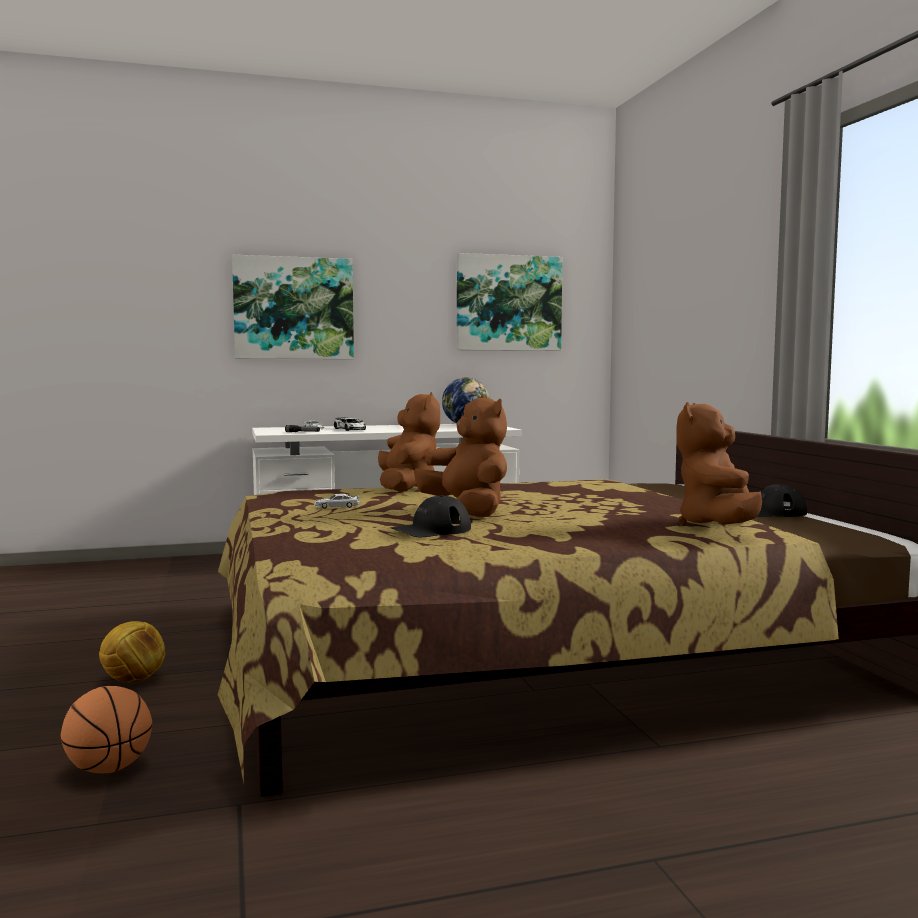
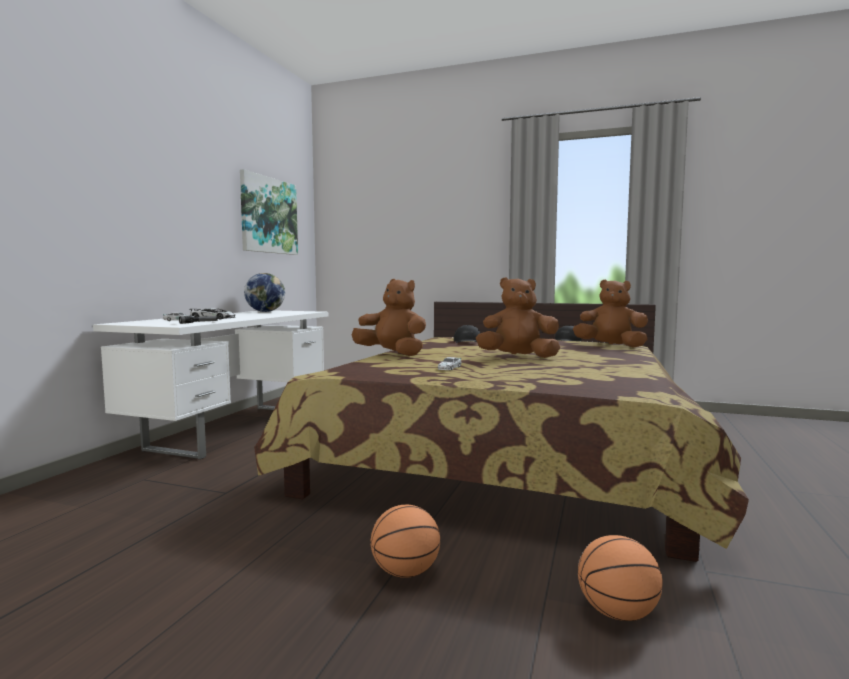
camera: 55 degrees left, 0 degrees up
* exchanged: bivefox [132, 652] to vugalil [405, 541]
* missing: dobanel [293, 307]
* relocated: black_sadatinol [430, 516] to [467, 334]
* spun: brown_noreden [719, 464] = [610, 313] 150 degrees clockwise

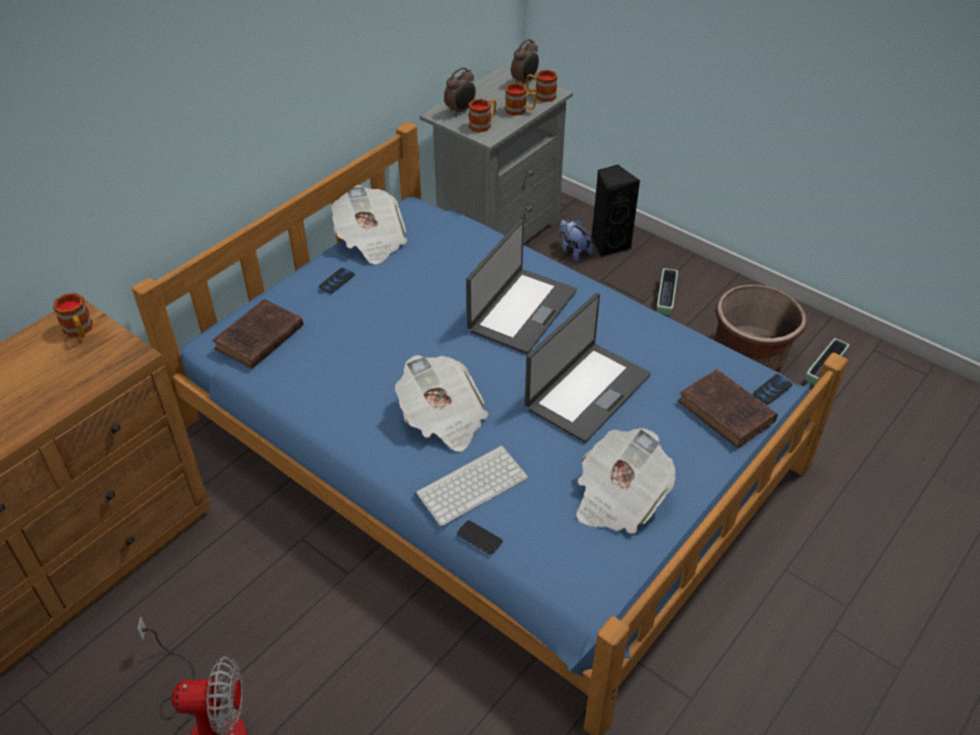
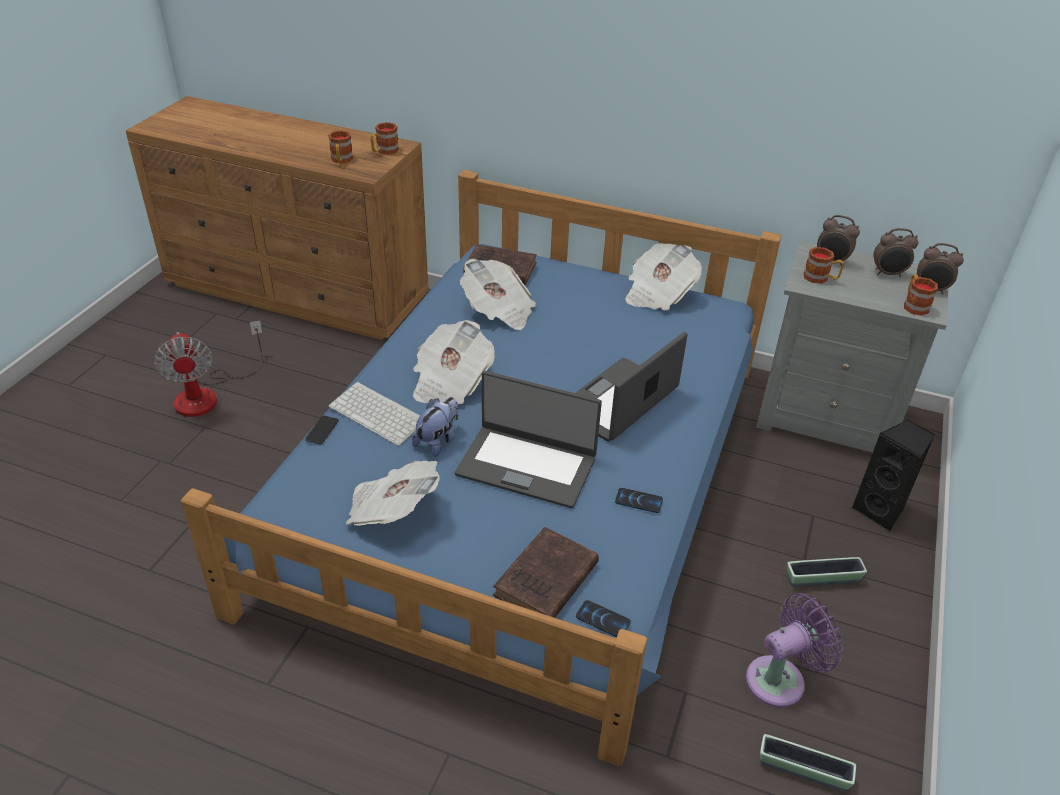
camera: 70 degrees right, 5 degrees down
* relocated: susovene [337, 281] to [639, 500]
* spun: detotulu [521, 286] = [632, 387] 120 degrees clockwise
* relocated: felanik [520, 99] to [340, 146]
* relocated: noreden [576, 240] to [435, 427]
* exchanged: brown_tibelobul [760, 327] to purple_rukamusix [794, 650]
* appeared: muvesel [498, 294]
* appeared: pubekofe [895, 252]

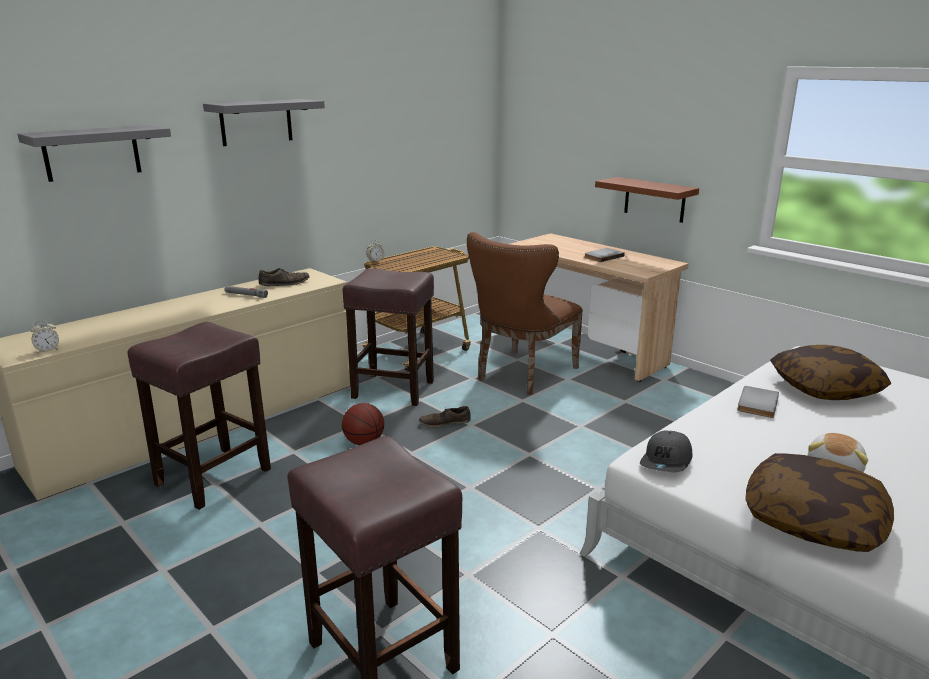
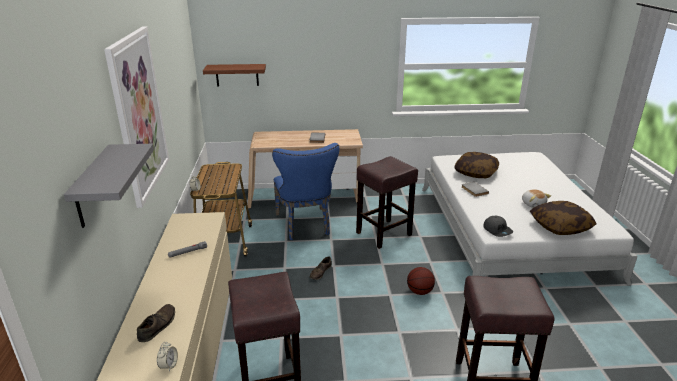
camera: 50 degrees left, 5 degrees up
* exchanged: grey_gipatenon [264, 122] to dobanel [136, 117]
* relocated: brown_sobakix [284, 277] to [156, 323]
* relocated: vugalil [363, 424] to [421, 281]
* relocated: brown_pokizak [388, 337] to [387, 202]
* colour: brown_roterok [525, 313] to blue_roterok [305, 191]
* relocated: brown_gipatenon [647, 200] to [234, 75]

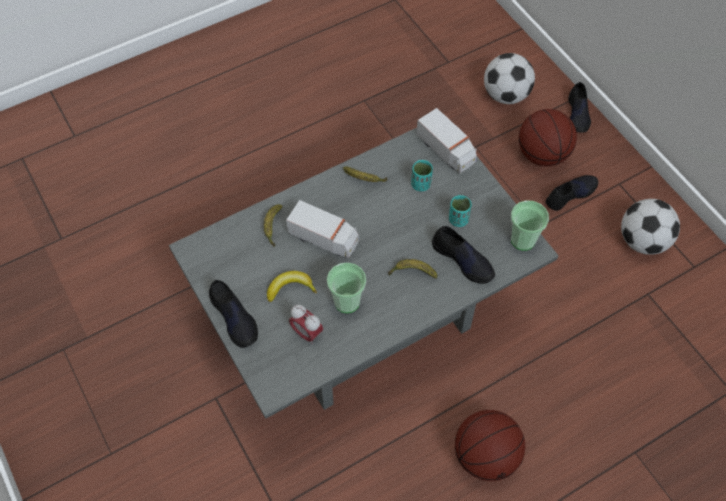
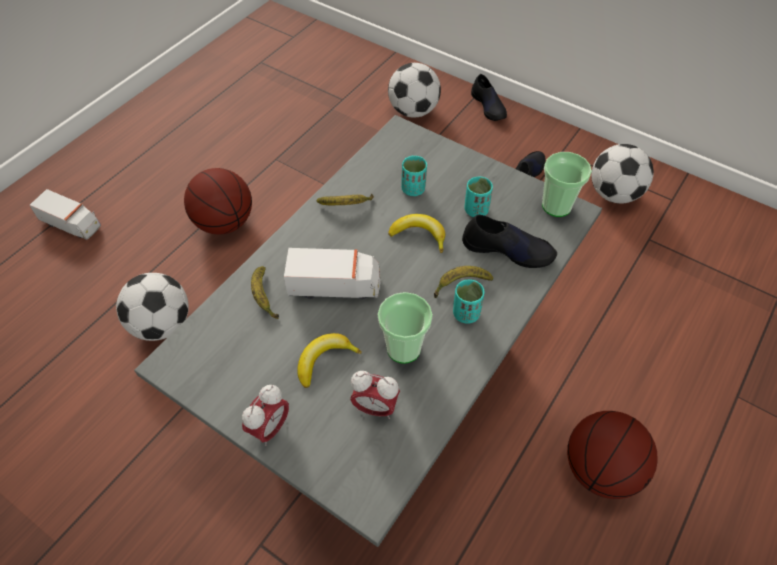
camera: 25 degrees left, 5 degrees down
* exchanged: black_sobakix [233, 314] to pubekofe [265, 415]
* relocated: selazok [446, 141] to [65, 214]
* relocated: vugalil [548, 137] to [218, 201]
* appeared: bivefox [152, 307]
* appeared: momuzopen [416, 233]
* appeared: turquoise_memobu [468, 301]

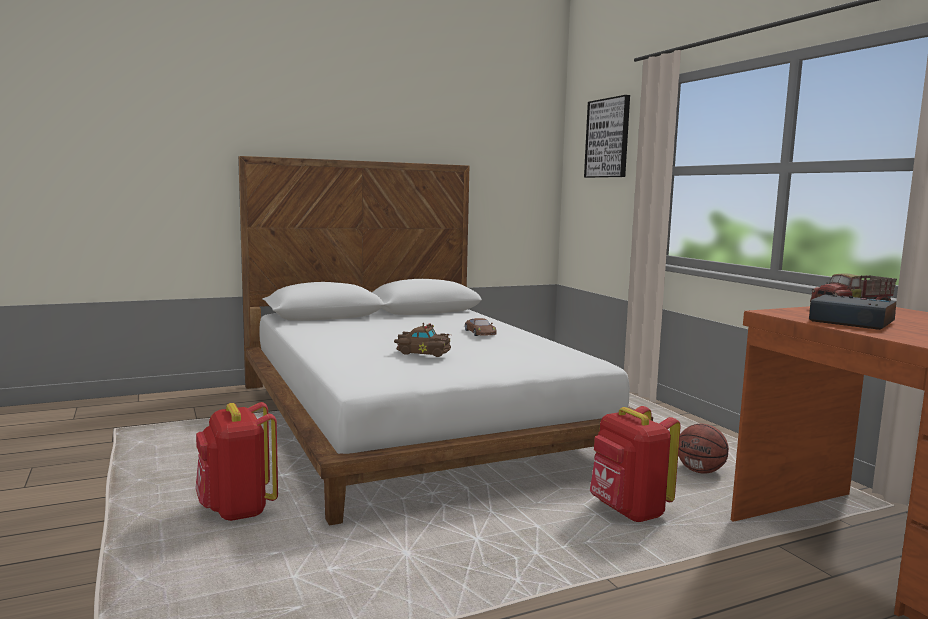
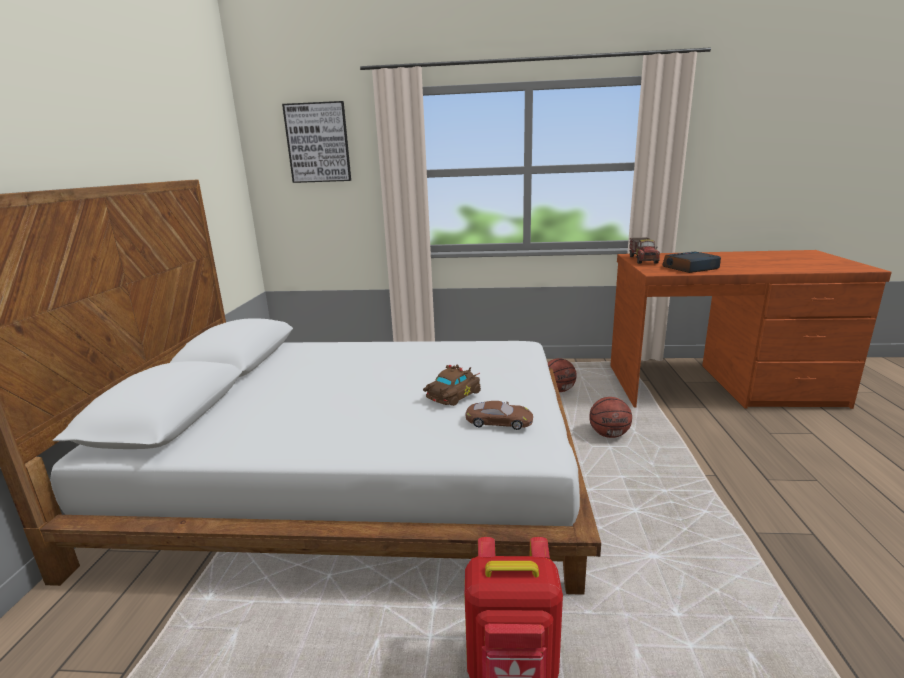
camera: 60 degrees left, 10 degrees up
* relocated: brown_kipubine [481, 327] to [499, 415]
* exchanged: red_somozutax [635, 464] to vugalil [610, 417]

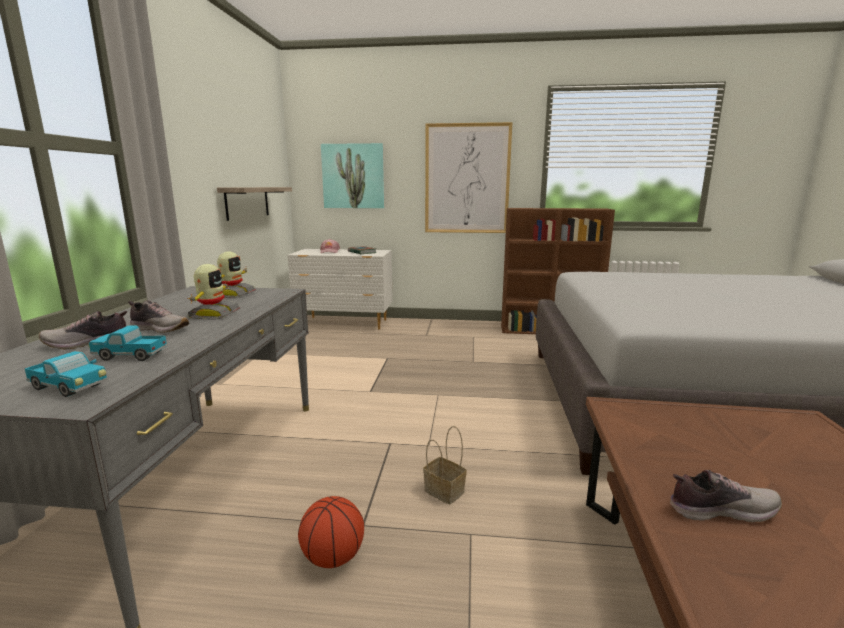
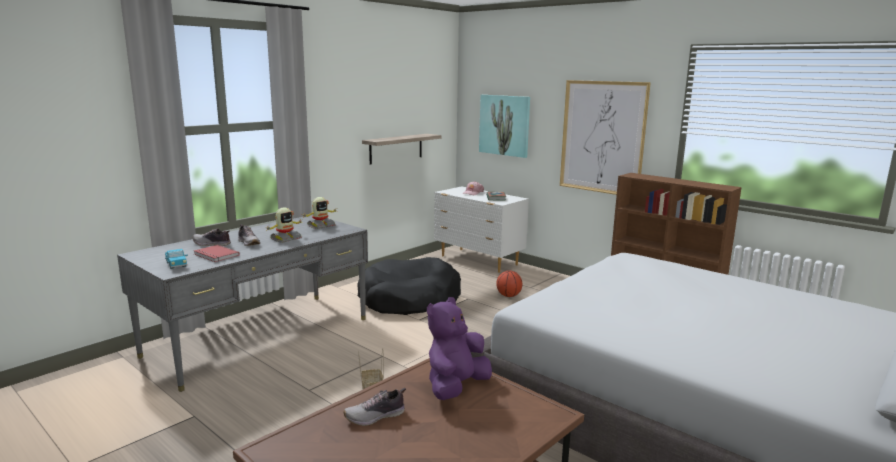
camera: 35 degrees right, 0 degrees up
* exchanged: selazok [128, 343] to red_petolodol [217, 253]
* relocated: vugalil [331, 532] to [509, 284]
* spun: sobakix [726, 496] = [374, 407] 120 degrees clockwise
* appeared: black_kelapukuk [409, 286]
* appeared: purple_noreden [459, 348]

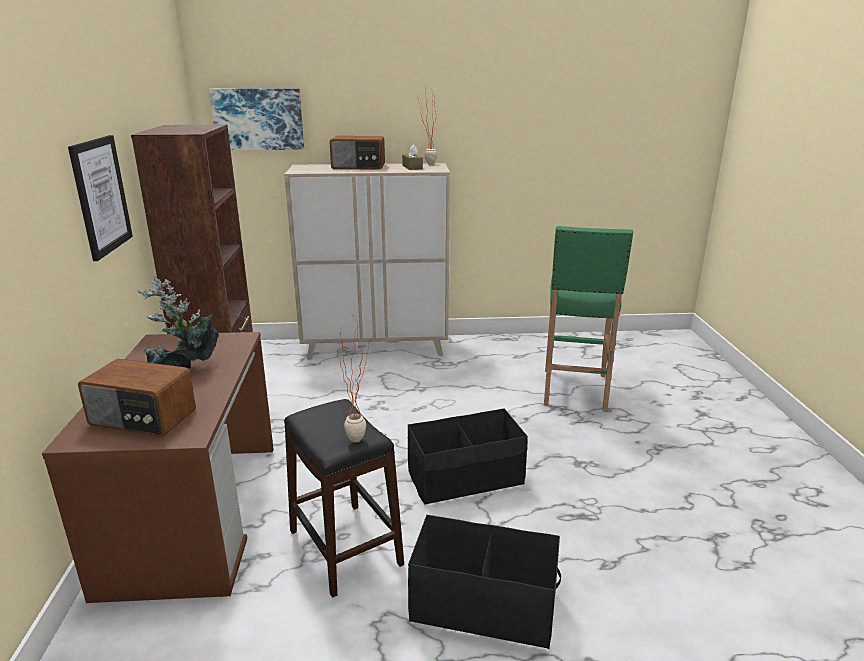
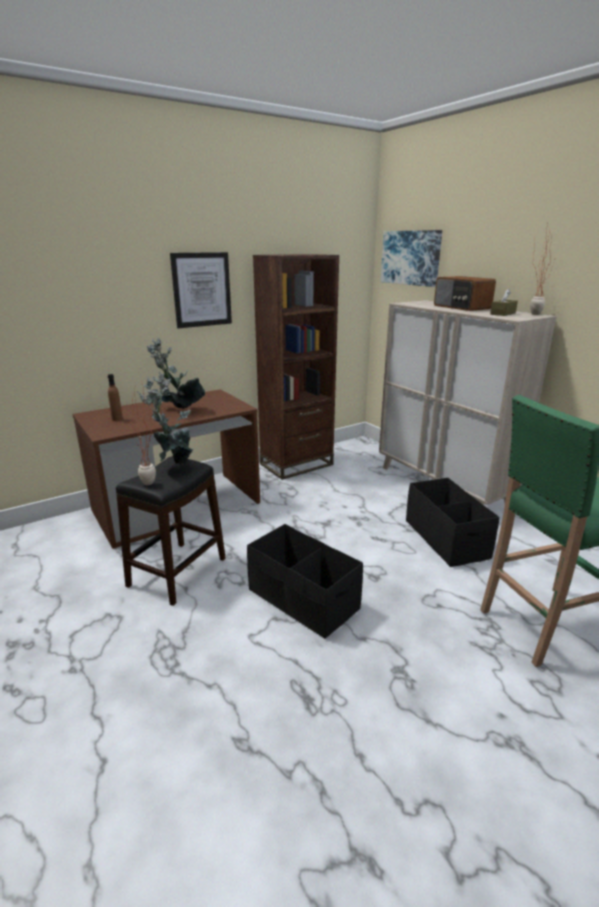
camera: 60 degrees right, 0 degrees up
* exchanged: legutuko [137, 398] to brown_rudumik [115, 397]
* relocated: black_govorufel [484, 582] to [453, 522]
* appeared: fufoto [165, 418]

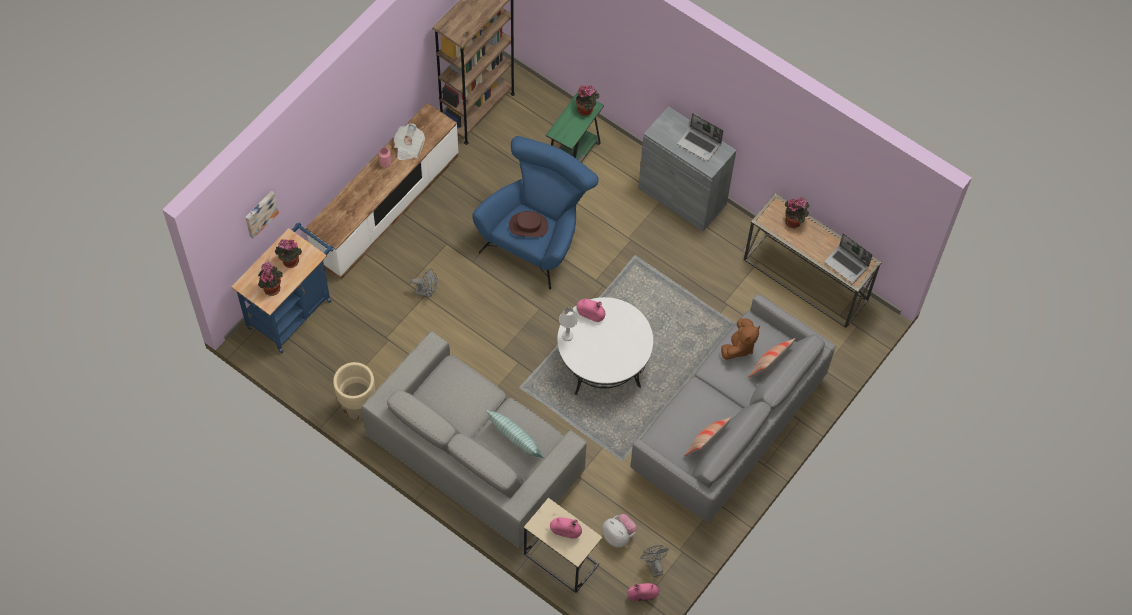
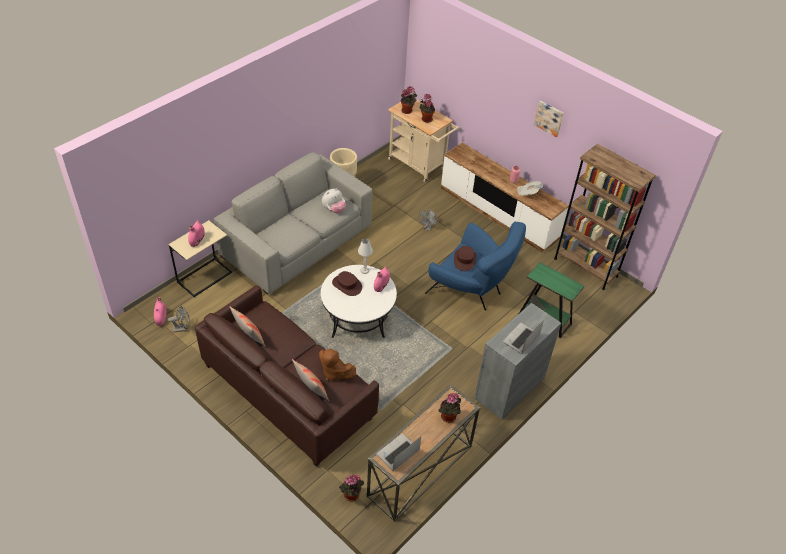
camera: 95 degrees right, 15 degrees down
* colour: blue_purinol [282, 288] to beige_purinol [423, 140]
* relocated: dobanel [262, 215] to [549, 119]
* missing: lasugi [515, 434]
* relocated: fufoto [588, 100] to [351, 488]
* relocated: noreden [619, 530] to [334, 201]
* colour: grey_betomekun [733, 408] to brown_betomekun [287, 376]
* appeared: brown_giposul [347, 283]

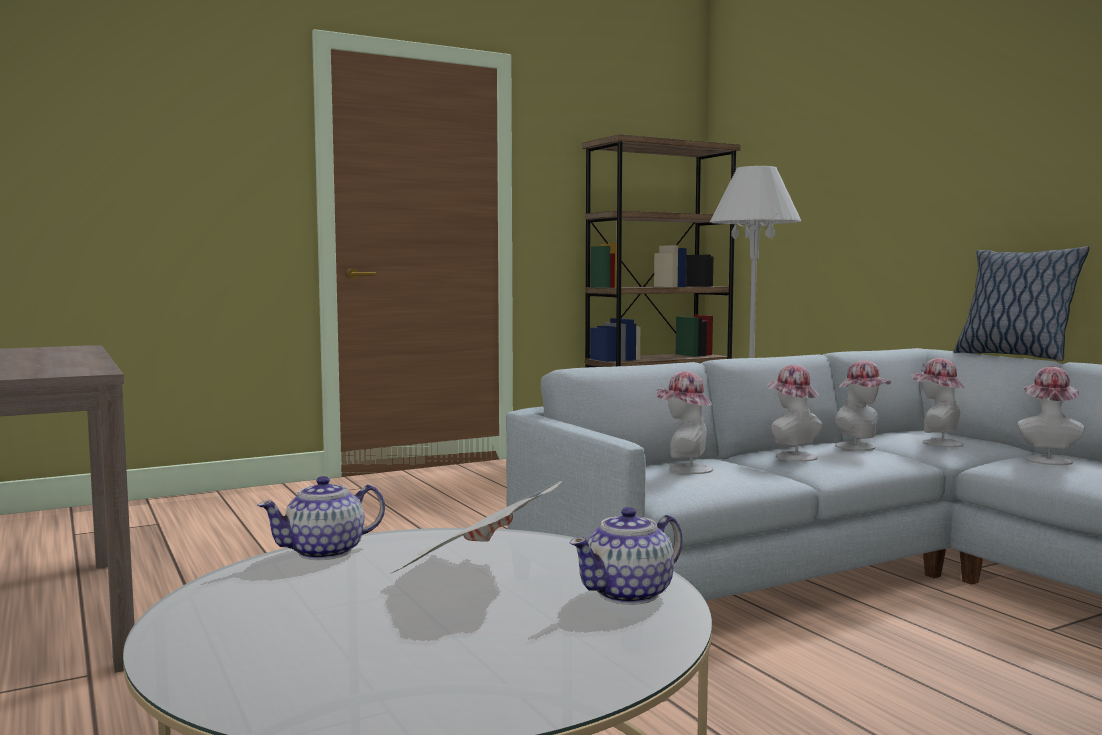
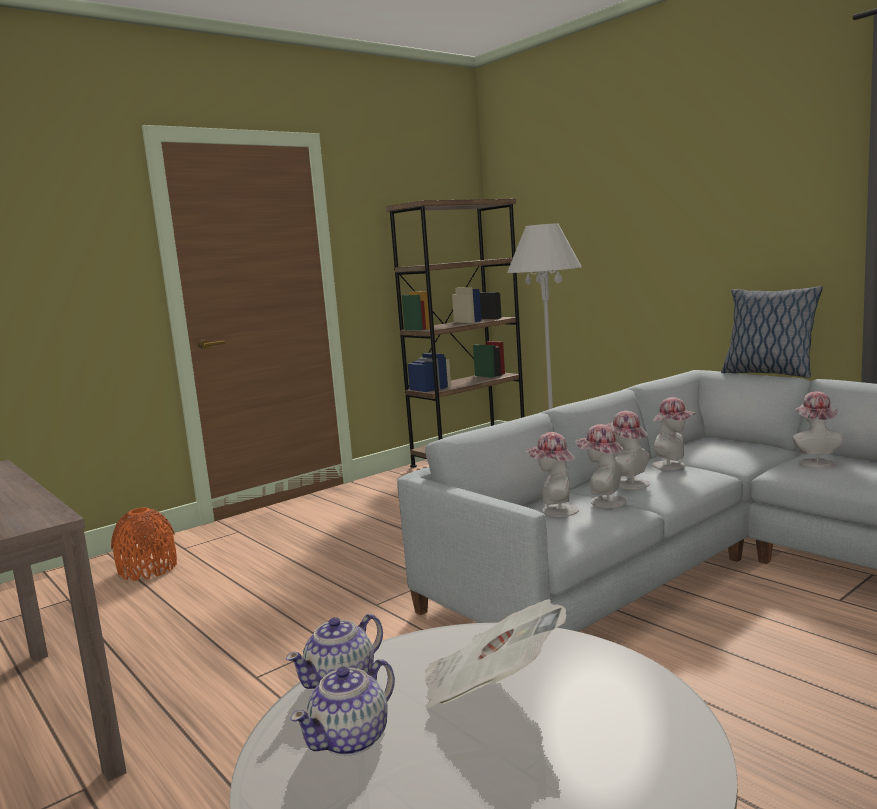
camera: 10 degrees left, 5 degrees up
* relocated: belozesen [626, 556] to [342, 707]
* relocated: giposul [938, 402] to [601, 466]
* appeared: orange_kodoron [144, 544]

